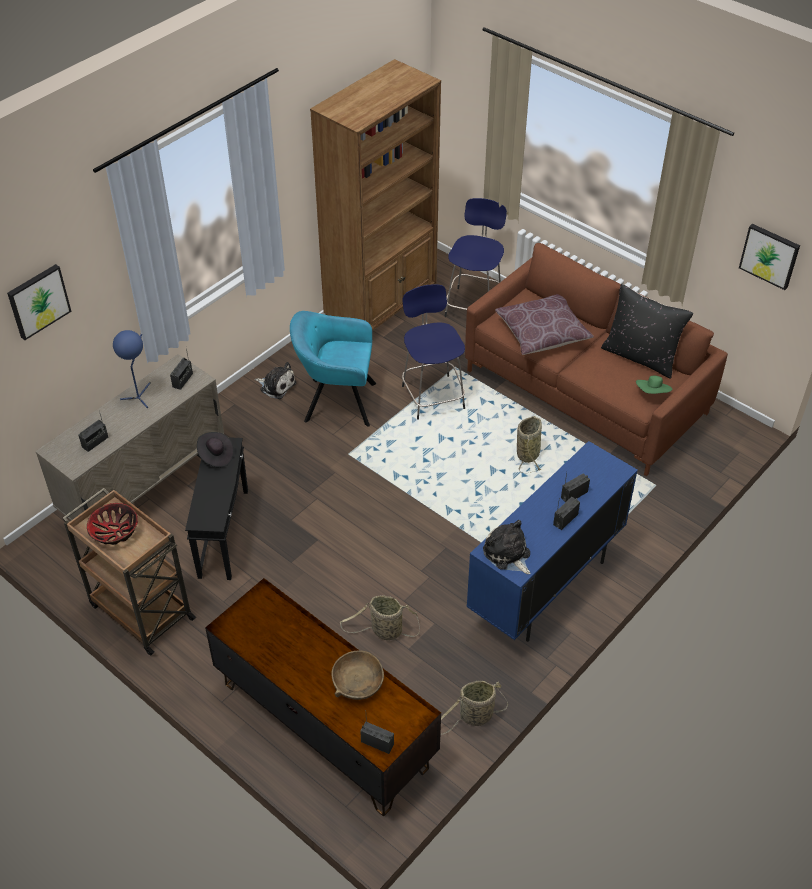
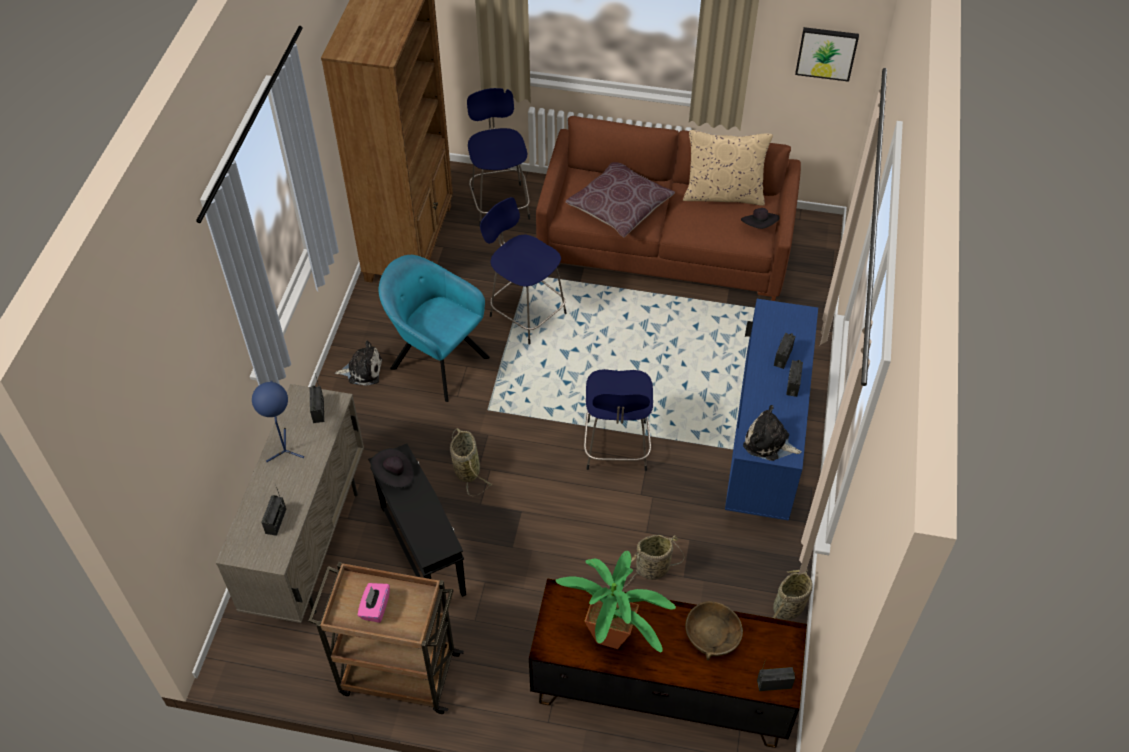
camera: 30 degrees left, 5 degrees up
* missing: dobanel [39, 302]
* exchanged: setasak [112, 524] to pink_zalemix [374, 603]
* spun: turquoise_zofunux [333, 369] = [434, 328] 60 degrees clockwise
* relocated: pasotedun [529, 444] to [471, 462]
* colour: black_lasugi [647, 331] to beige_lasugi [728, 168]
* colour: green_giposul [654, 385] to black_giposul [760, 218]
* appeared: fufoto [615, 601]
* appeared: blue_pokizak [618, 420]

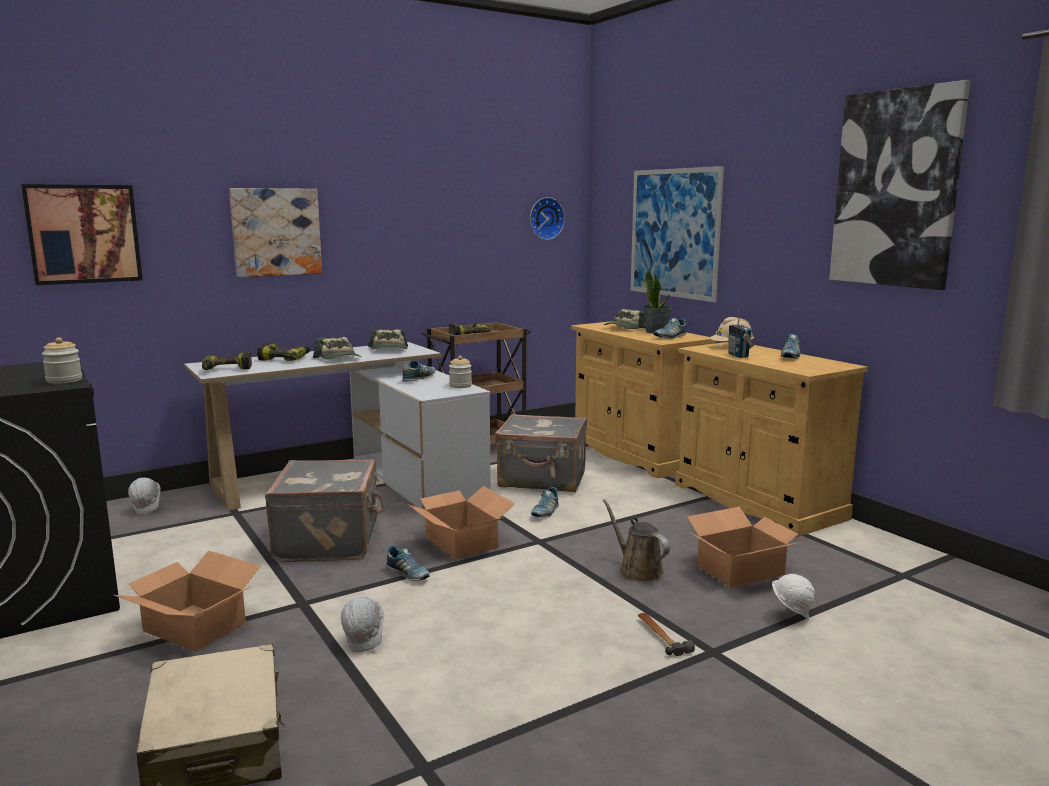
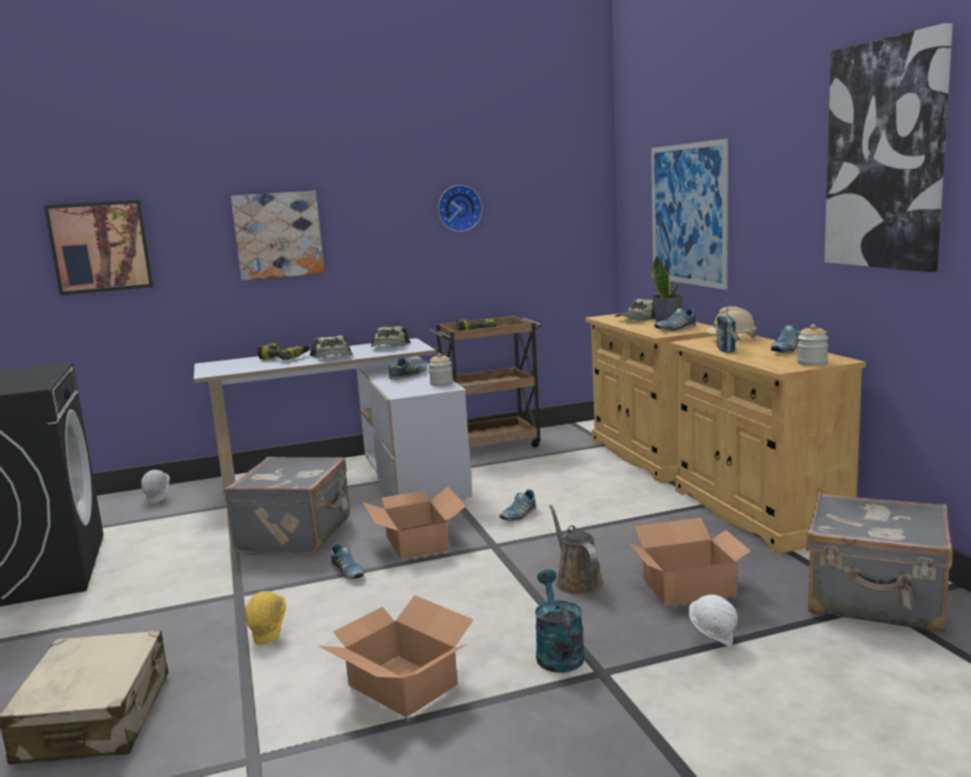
camera: 15 degrees right, 0 degrees up
* relocated: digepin [62, 360] to [813, 345]
* relocated: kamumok [187, 600] to [396, 656]
* missing: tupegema [227, 361]
* colour: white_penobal [362, 624] to yellow_penobal [265, 618]
* relocated: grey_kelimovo [541, 453] to [879, 562]
* relocated: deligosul [547, 218] to [460, 208]
* exchanged: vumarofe [666, 634] to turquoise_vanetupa [559, 621]

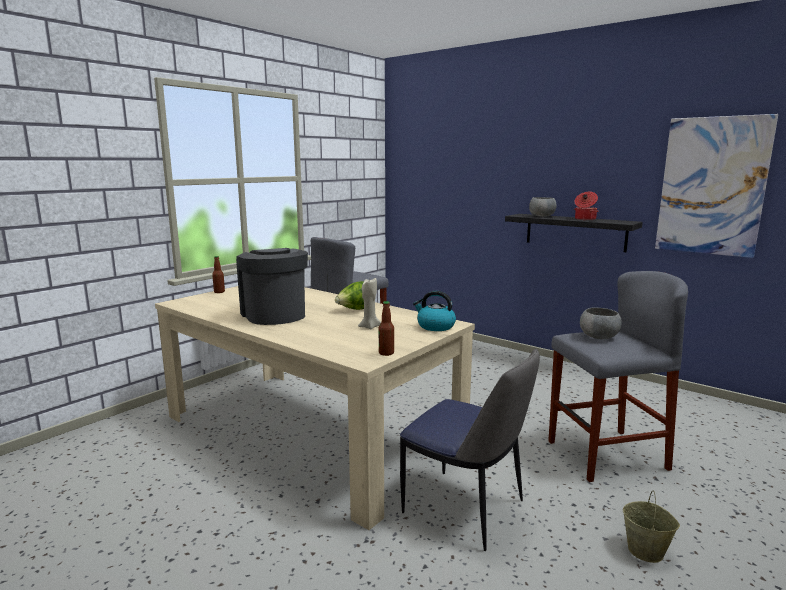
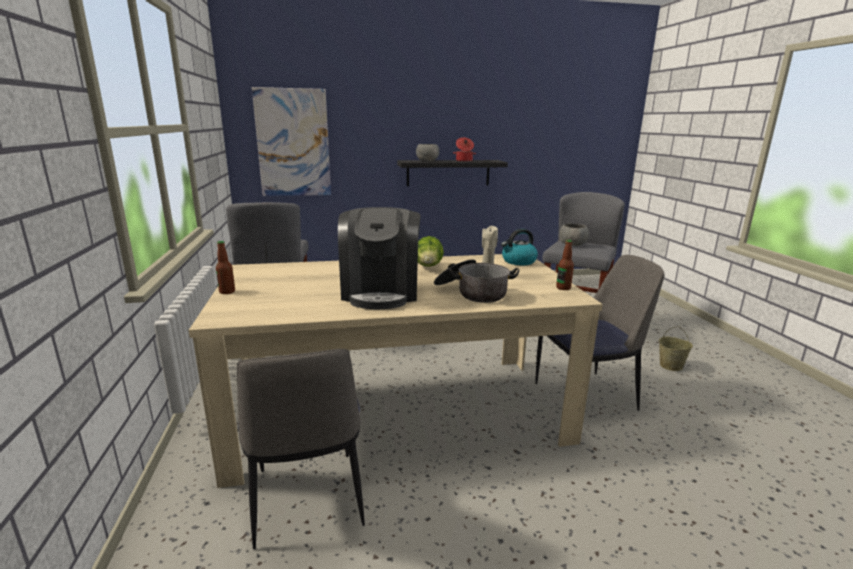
camera: 50 degrees left, 5 degrees up
* spun: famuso [272, 286] = [379, 258] 105 degrees counterclockwise
* relocated: dobanel [716, 186] to [291, 141]
* appeared: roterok [301, 449]
* appeared: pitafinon [476, 281]

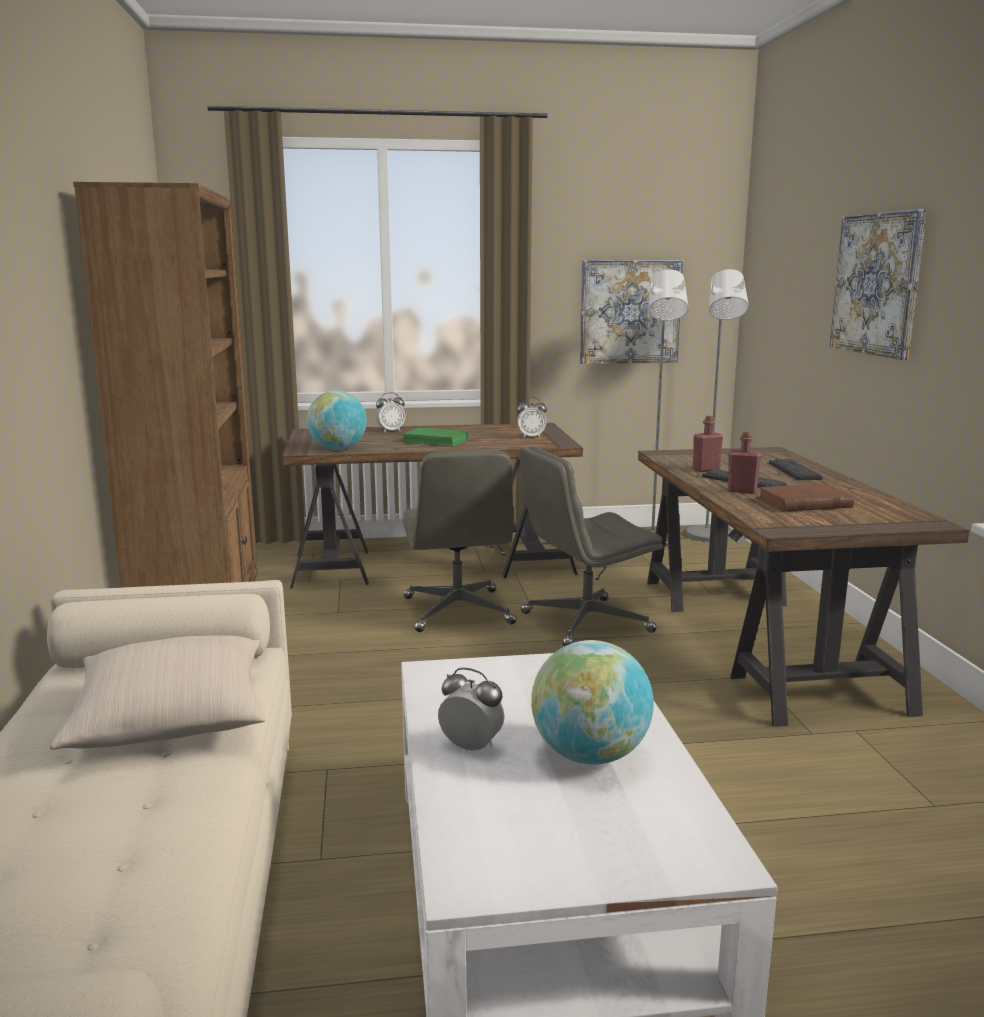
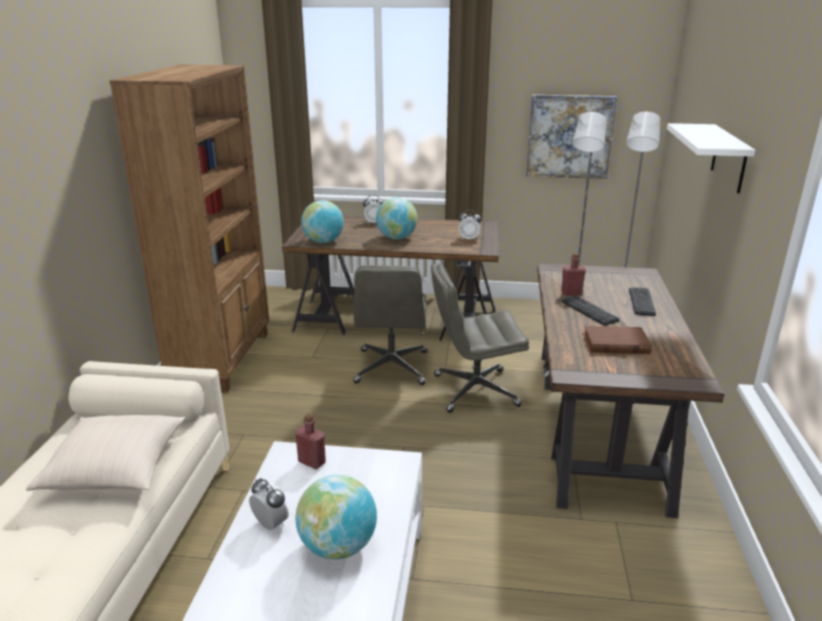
camera: 15 degrees right, 10 degrees up
* exchanged: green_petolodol [435, 437] to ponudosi [397, 218]
* relocated: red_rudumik [745, 463] to [310, 441]
* exchanged: dobanel [878, 284] to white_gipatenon [711, 158]

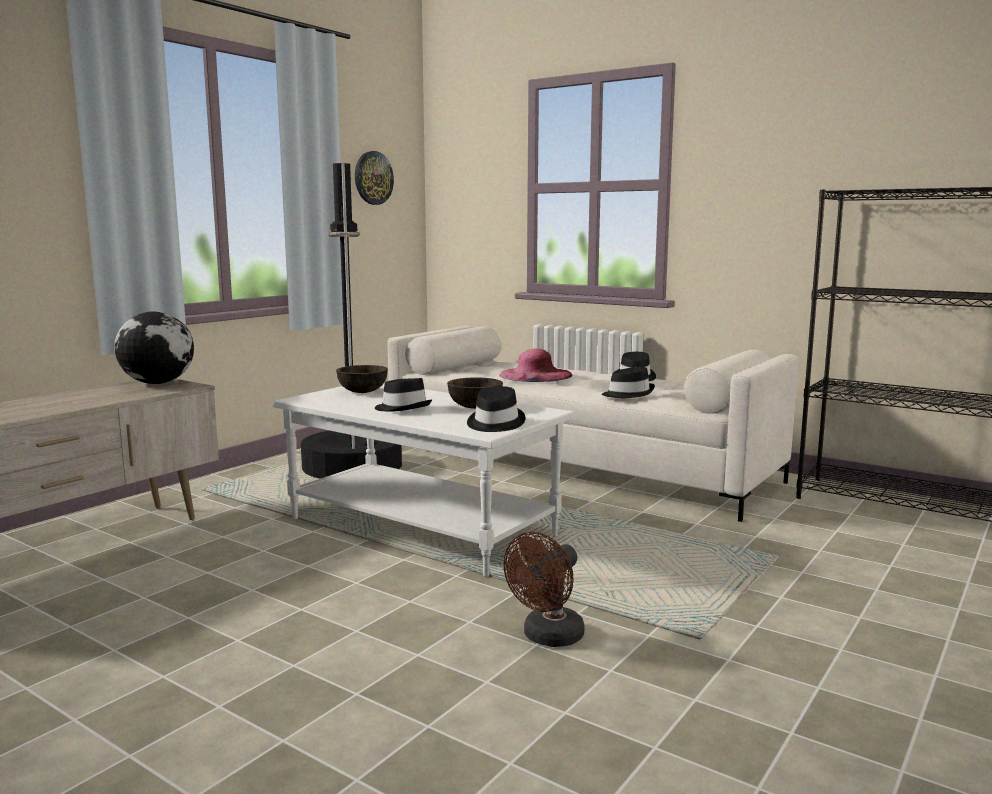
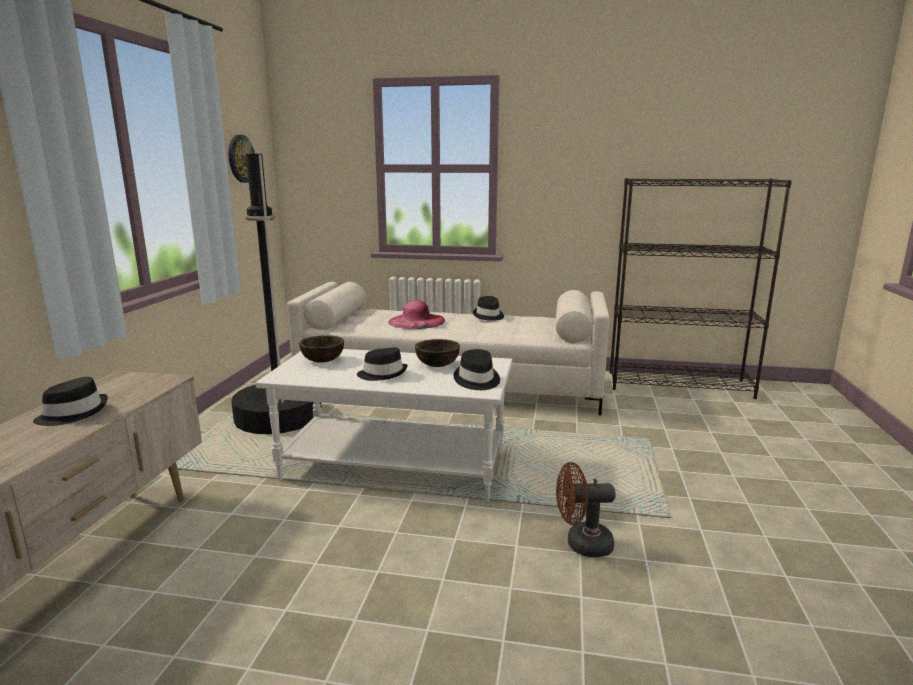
camera: 25 degrees left, 5 degrees up
* missing: ponudosi [154, 347]
* spun: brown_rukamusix [544, 589] = [586, 509] 75 degrees clockwise
* relocated: black_giposul [628, 382] to [70, 401]

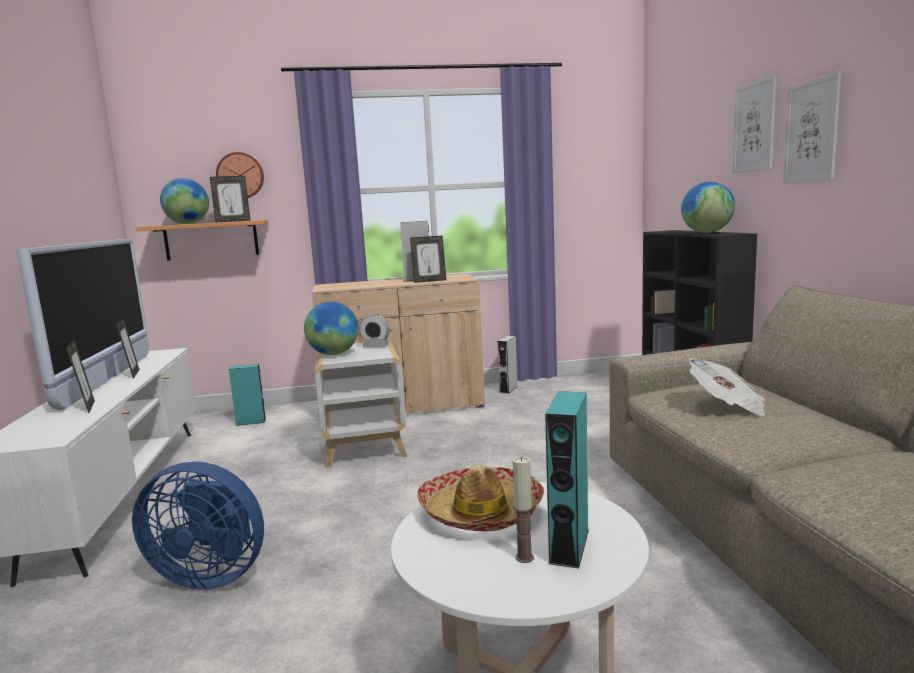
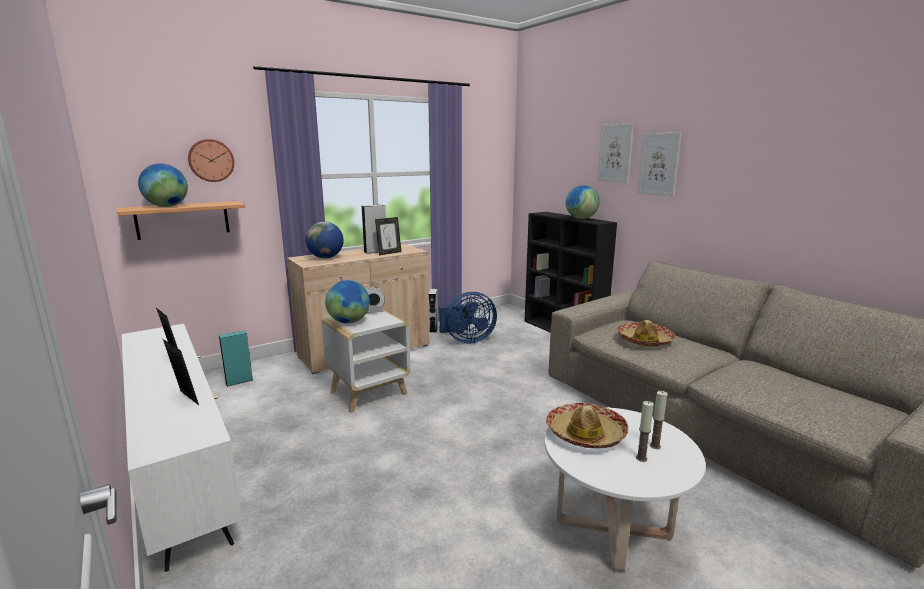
camera: 25 degrees left, 5 degrees up
* missing: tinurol [82, 324]
* relocated: blue_rukamusix [198, 526] to [468, 317]
* missing: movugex [230, 199]
* exchanged: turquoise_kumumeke [567, 480] to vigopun [658, 420]
* exchanged: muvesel [726, 387] to giposul [646, 333]
* appeared: ponudosi [324, 239]

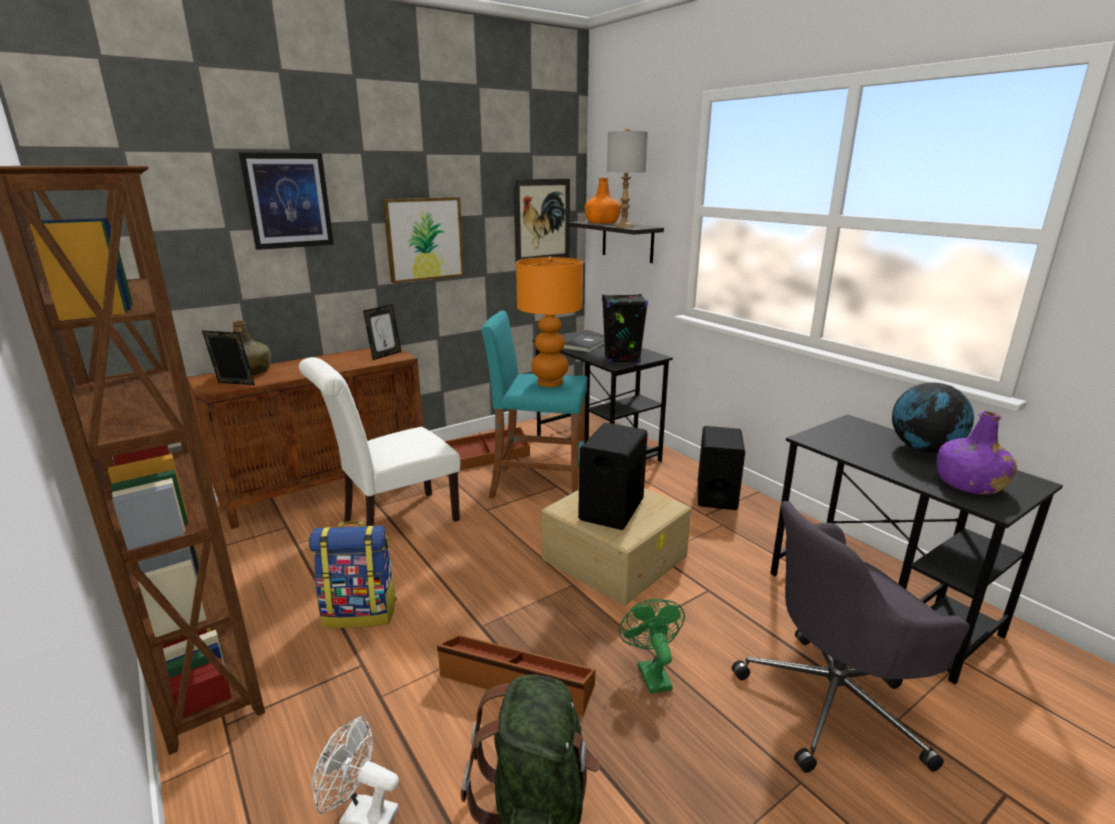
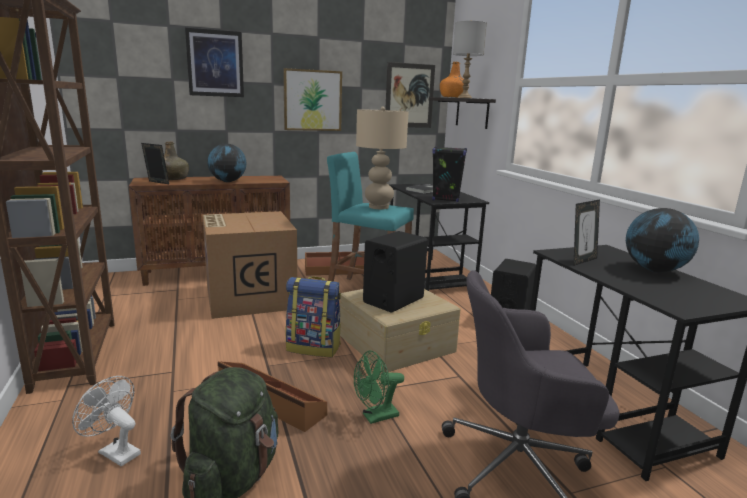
camera: 15 degrees right, 5 degrees down
* exchanged: white_roterok [379, 441] to kamumok [249, 265]
* relocated: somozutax [353, 574] to [313, 316]
* relocated: movugex [382, 332] to [586, 233]
* colour: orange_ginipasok [549, 322] to beige_ginipasok [382, 158]
* spun: green_rukamusix [652, 646] = [379, 387] 120 degrees counterclockwise
* missing: purple_rudumik [976, 453]
* appeared: ponudosi [226, 163]

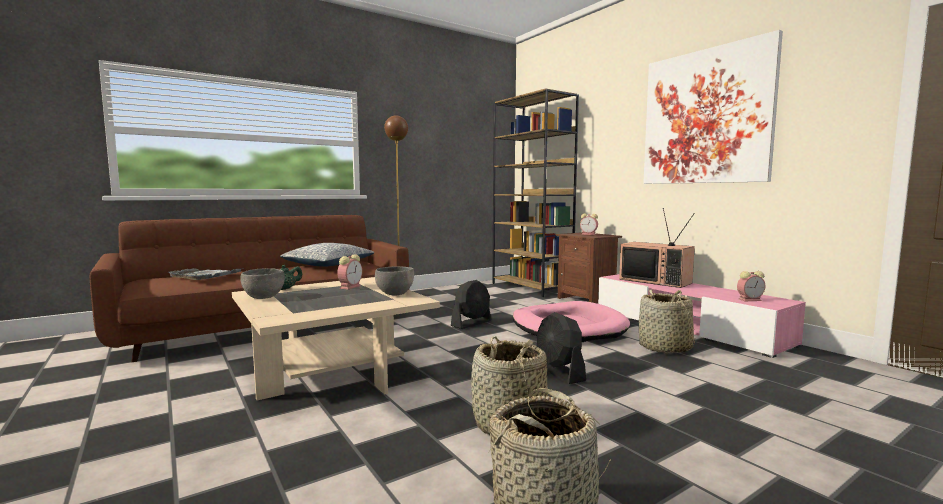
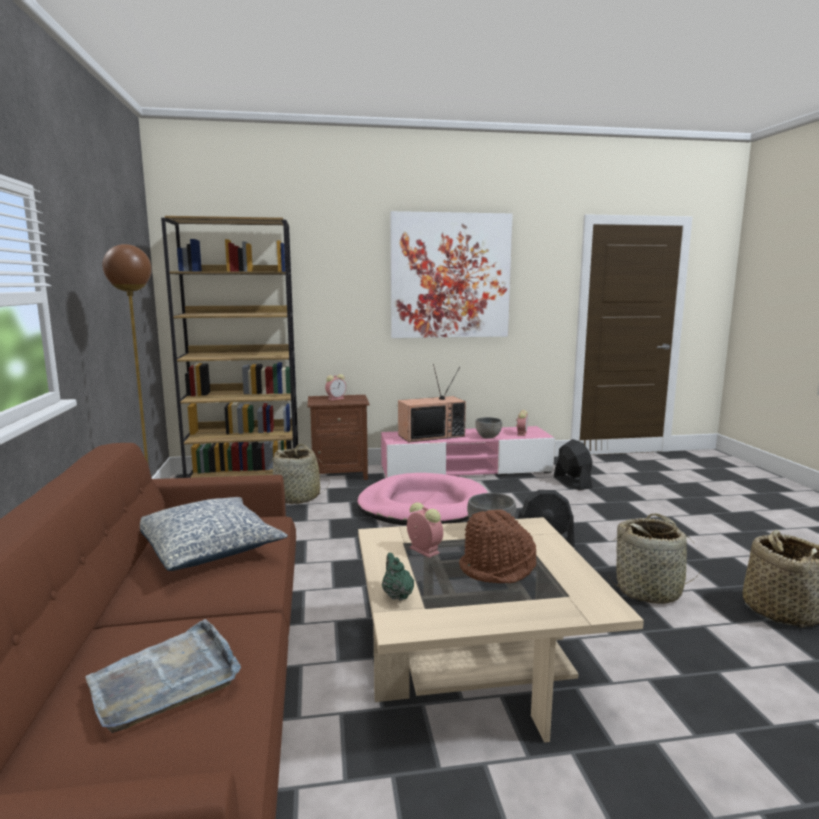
camera: 65 degrees left, 5 degrees up
* relocated: grey_setasak [262, 283] to [488, 428]
* relocated: black_rukamusix [471, 304] to [573, 464]
* relocated: pasotedun [667, 321] to [299, 474]
* appeared: brown_giposul [497, 546]

